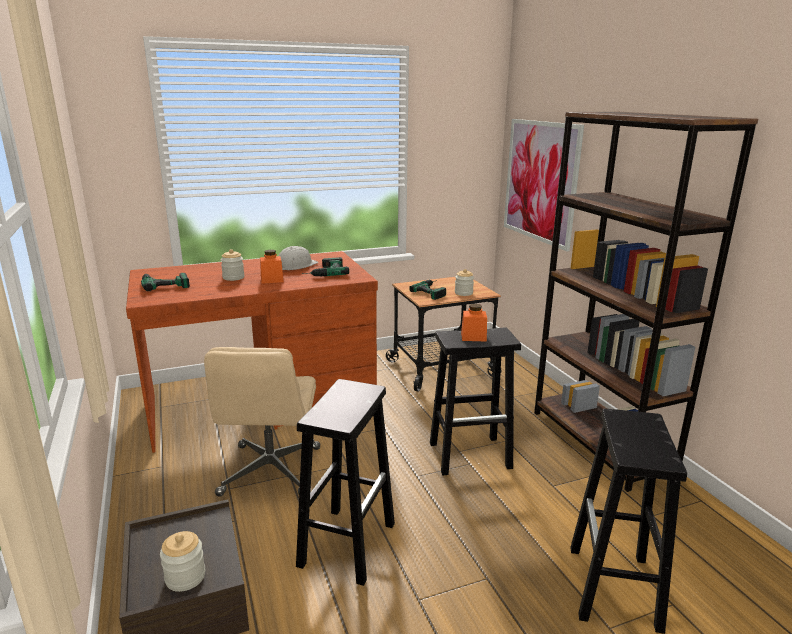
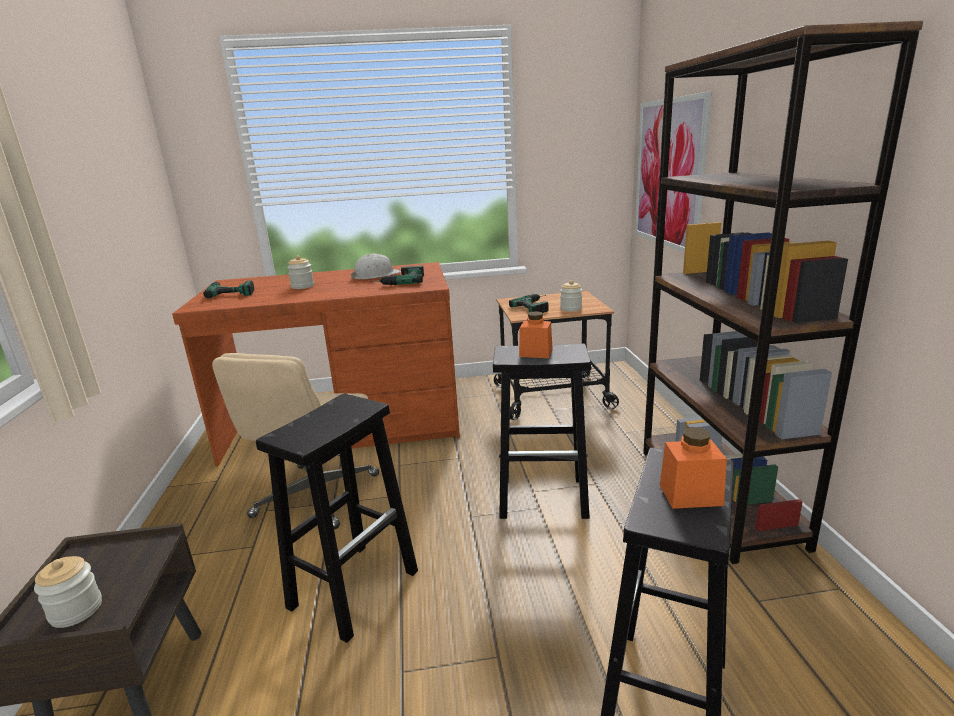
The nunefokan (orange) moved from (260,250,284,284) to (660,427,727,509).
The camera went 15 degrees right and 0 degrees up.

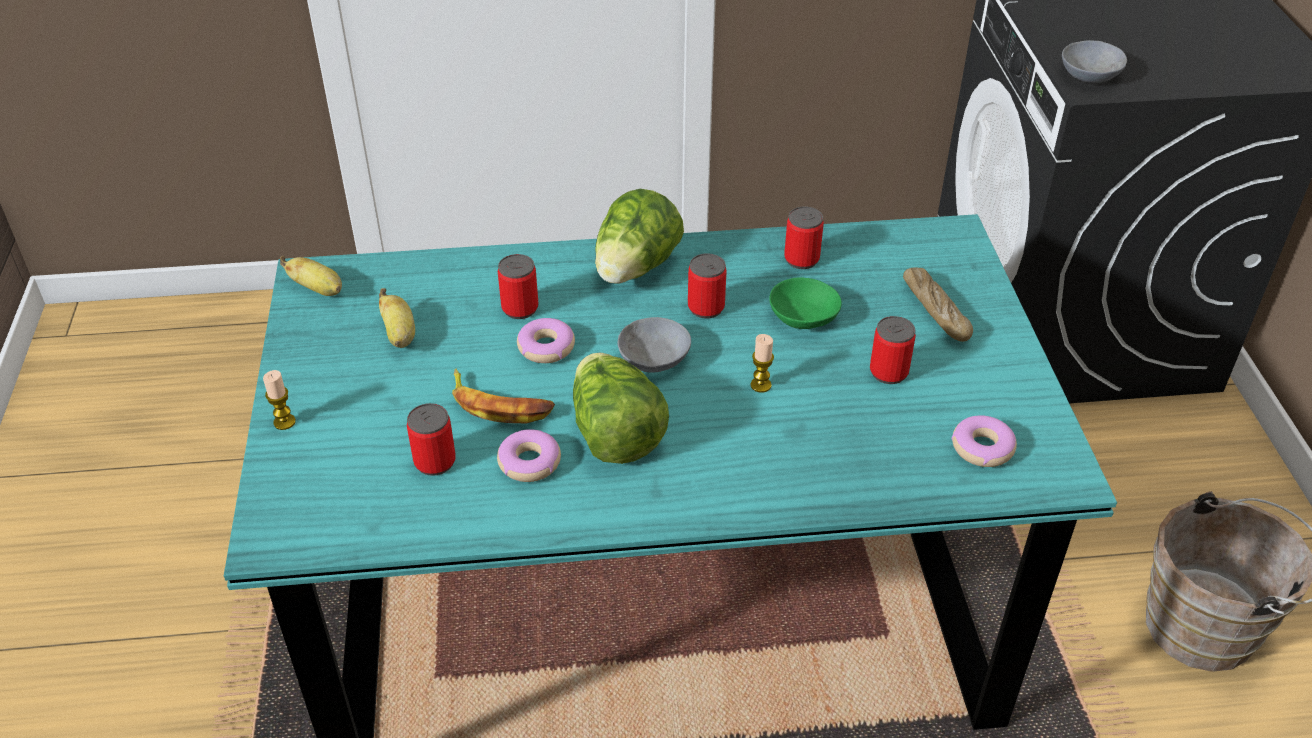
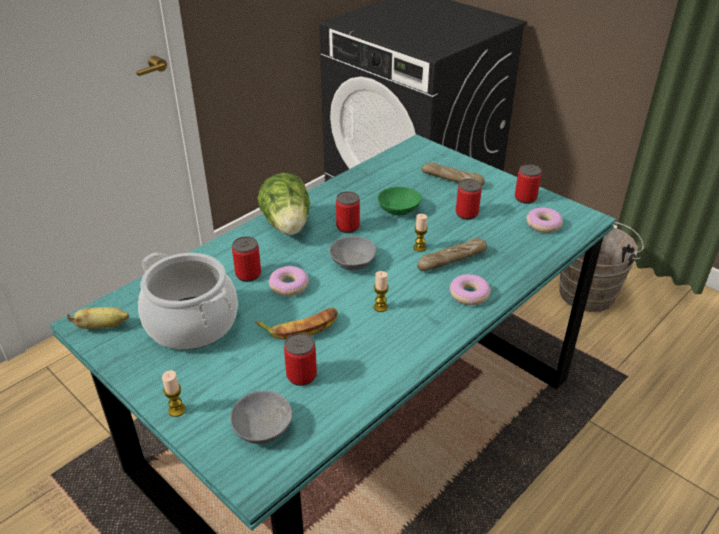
The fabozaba at (417,238,487,271) appeared.
The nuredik moved from (497,429,561,482) to (450,274,491,305).
The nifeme moved from (784,207,824,269) to (515,164,542,204).
The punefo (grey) moved from (1062,40,1127,83) to (230,390,293,444).
The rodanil at (379,288,415,348) was replaced by the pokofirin at (138,252,238,350).
The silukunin at (573,353,669,464) was replaced by the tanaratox at (374,271,389,312).
The camera went 40 degrees left and 5 degrees down.

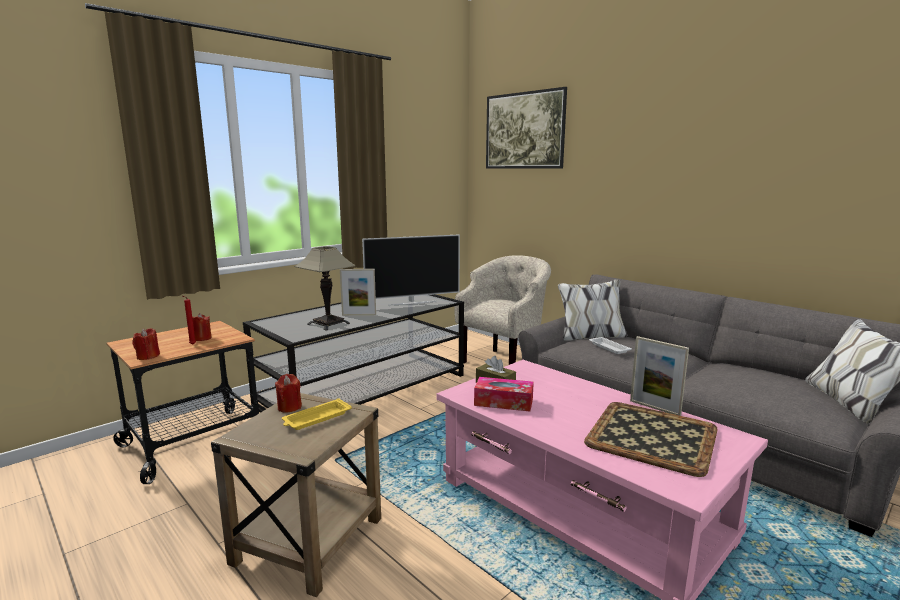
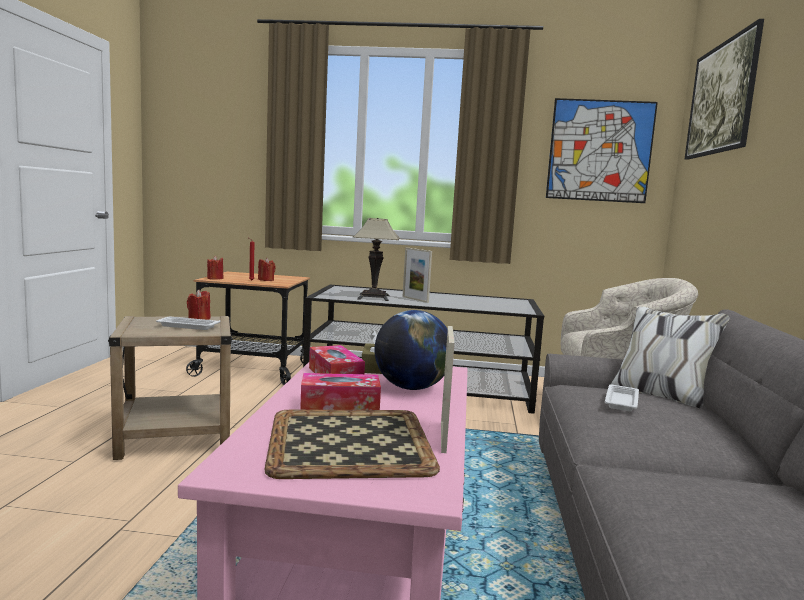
The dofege at (362,234,460,306) disappeared.
The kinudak at (300,373,381,410) appeared.
The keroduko at (374,310,448,390) appeared.
The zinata at (546,98,658,203) appeared.
The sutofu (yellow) at (282,398,352,430) became the sutofu (white) at (156,317,220,330).
The camera went 50 degrees right and 5 degrees down.

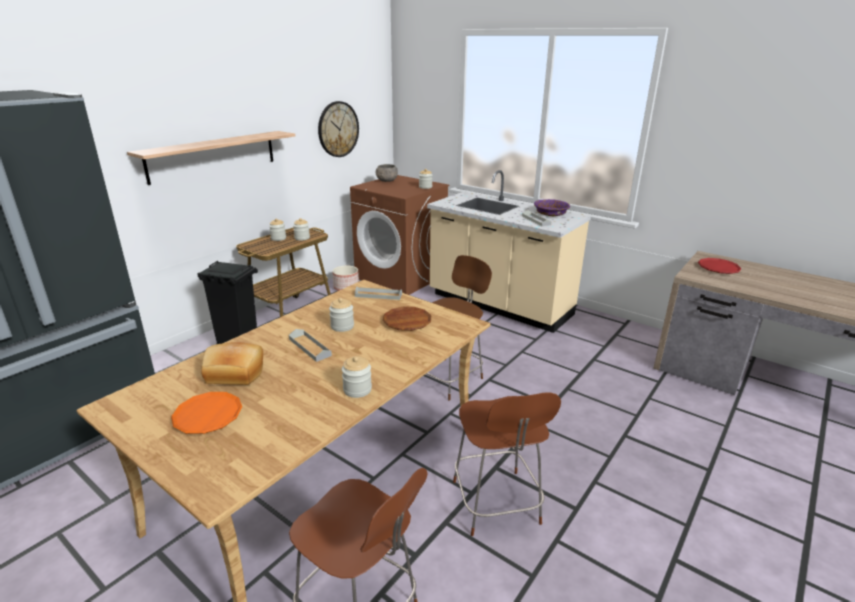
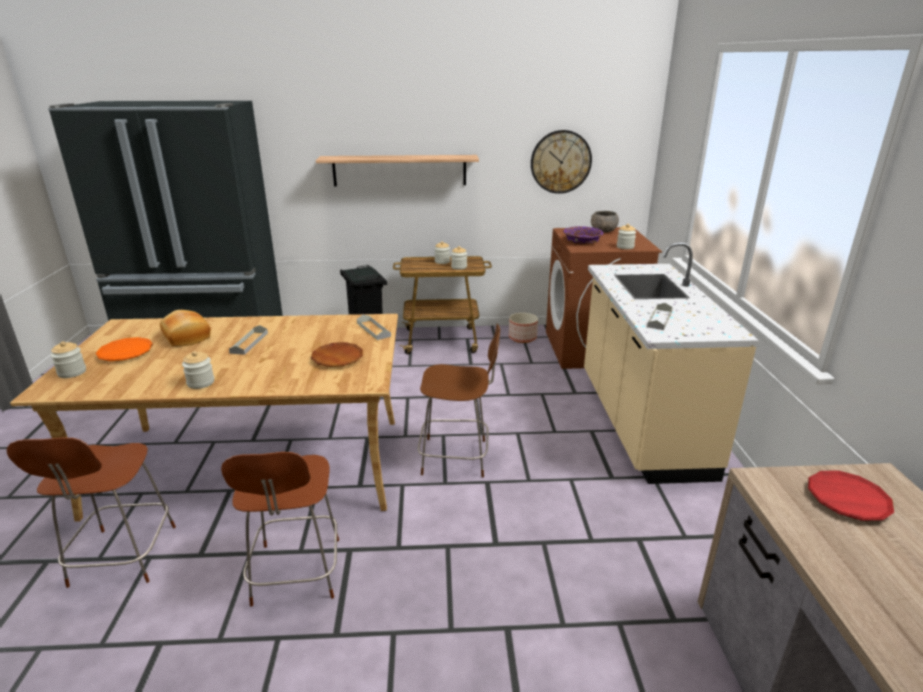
The nunefokan moved from (329,298,354,332) to (51,341,86,378).
The punefo (purple) moved from (534,199,570,216) to (563,226,603,245).
The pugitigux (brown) at (453,392,561,536) turned 45 degrees counterclockwise.
The camera went 50 degrees right and 0 degrees up.

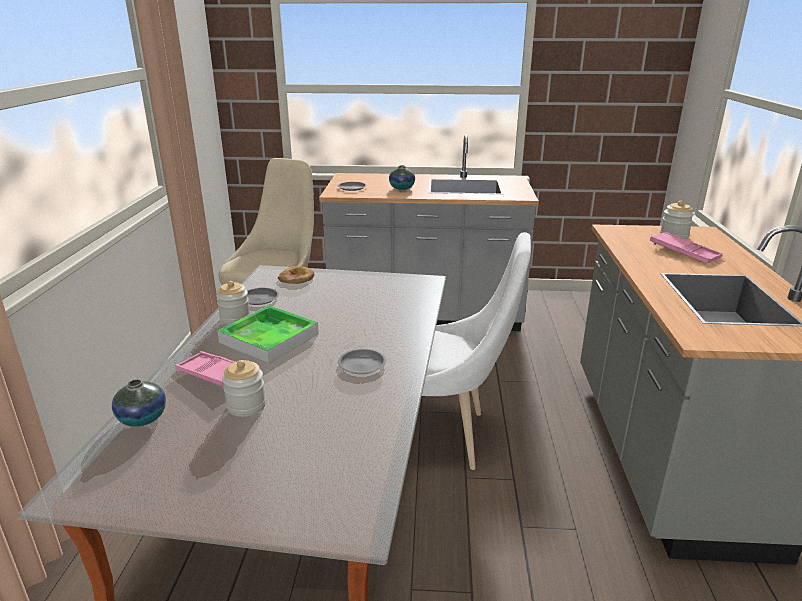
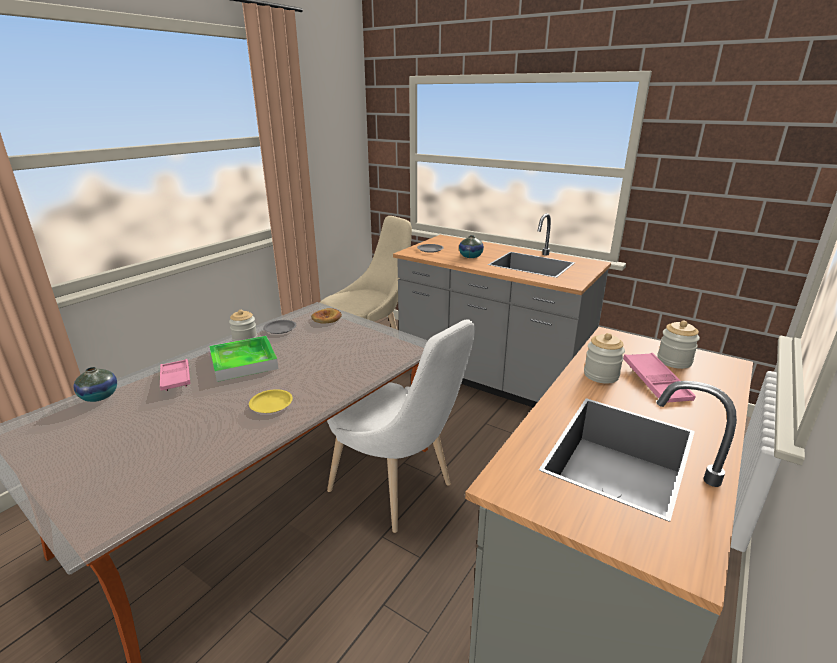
The nunefokan moved from (222,360,266,417) to (584,333,625,384).
The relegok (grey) at (338,349,386,374) became the relegok (yellow) at (249,389,293,413).
The camera went 30 degrees right and 0 degrees up.

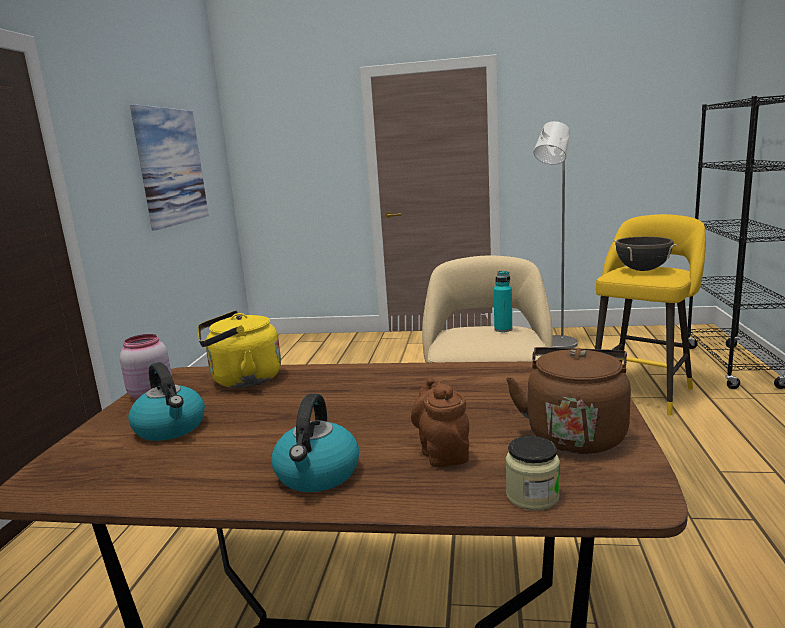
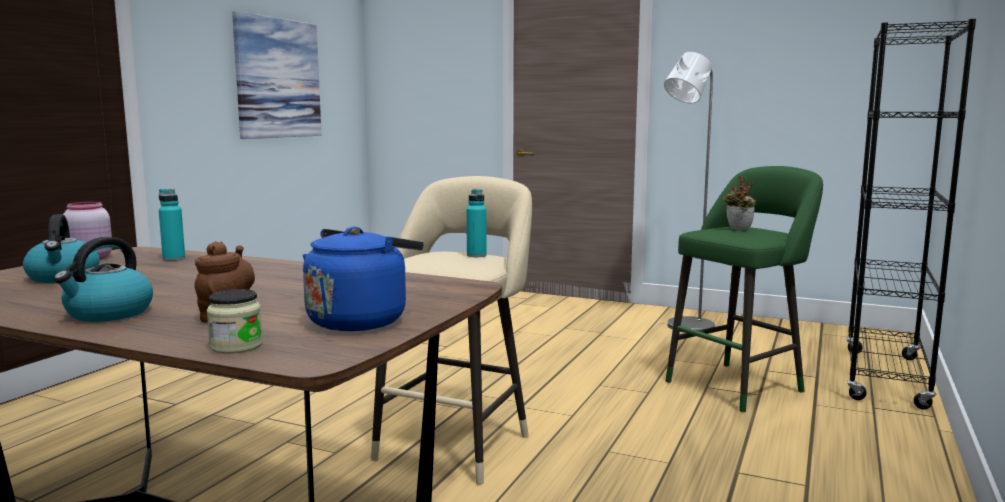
The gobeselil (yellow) at (198,311,281,388) was replaced by the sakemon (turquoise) at (159,189,185,261).
The pokofirin (black) at (613,237,678,271) was replaced by the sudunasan at (723,176,756,230).
The gobeselil (brown) at (506,347,631,454) became the gobeselil (blue) at (303,227,423,331).
The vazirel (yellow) at (595,214,706,416) became the vazirel (green) at (665,166,823,412).
The camera went 15 degrees right and 5 degrees down.

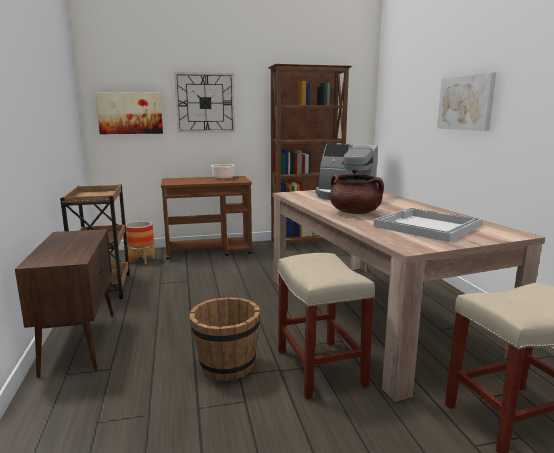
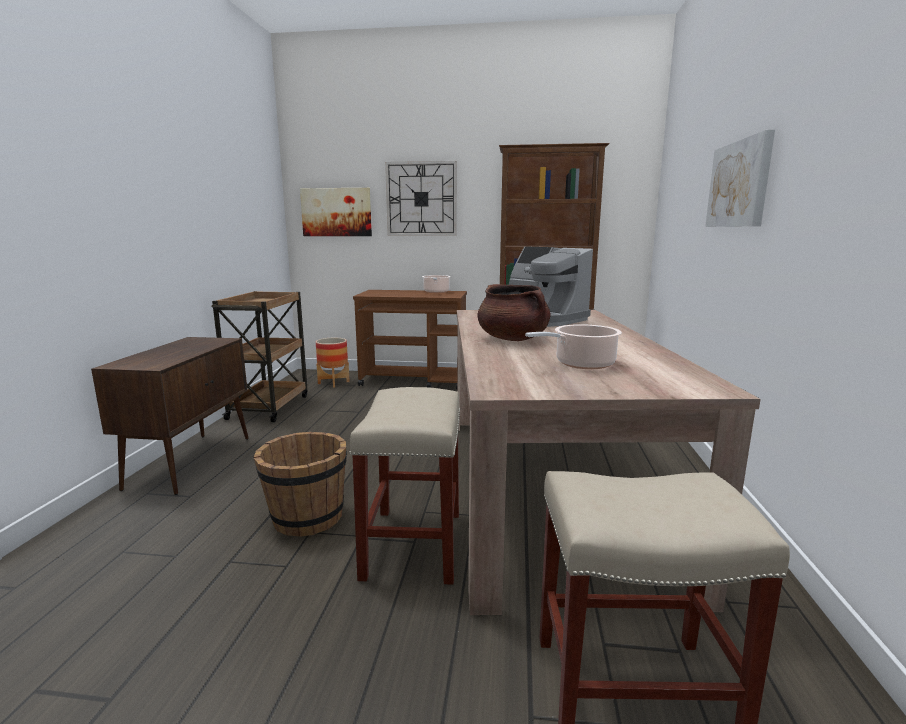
The sutofu (white) at (373,208,482,242) was replaced by the pokofirin at (525,324,622,369).
The camera went 20 degrees right and 0 degrees up.

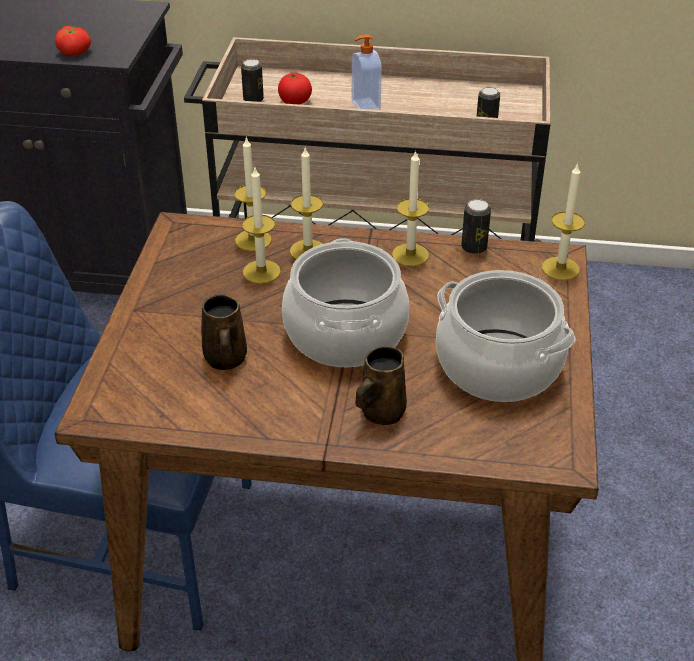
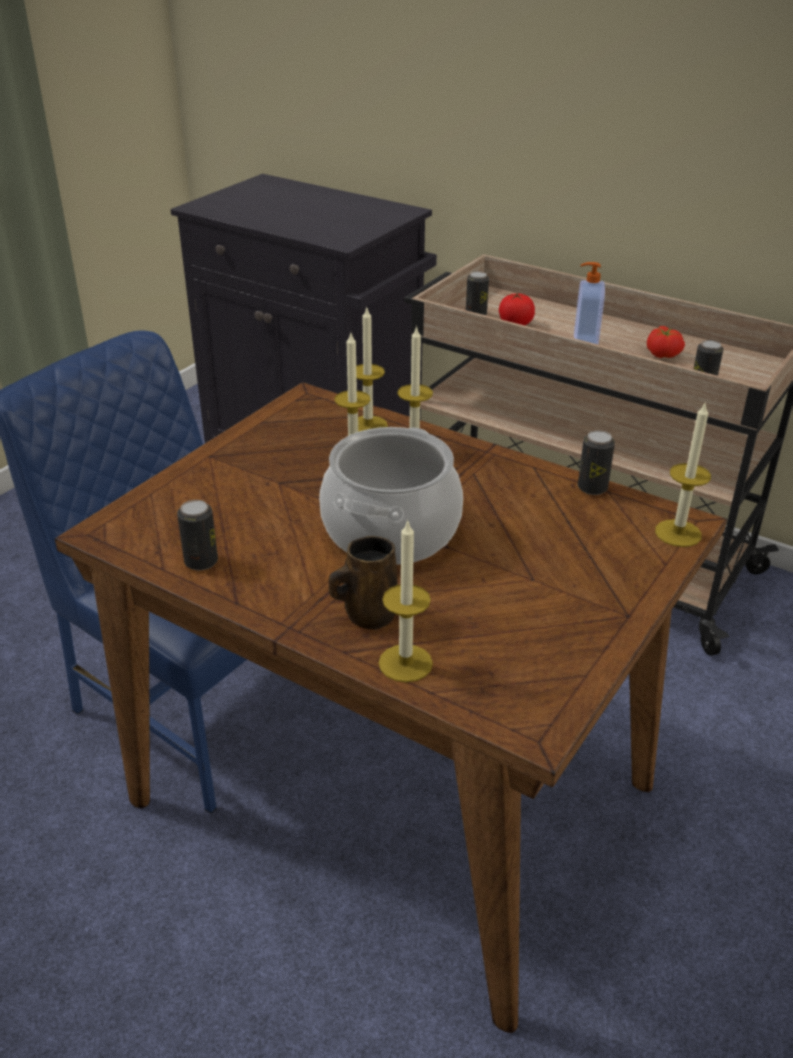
The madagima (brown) at (201,294,247,370) disappeared.
The pokofirin at (436,270,576,402) disappeared.
The nifeme at (177,500,218,570) appeared.
The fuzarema moved from (55,26,91,56) to (647,326,685,358).
The tanaratox moved from (392,150,429,266) to (379,519,433,682).
The camera went 25 degrees right and 5 degrees down.

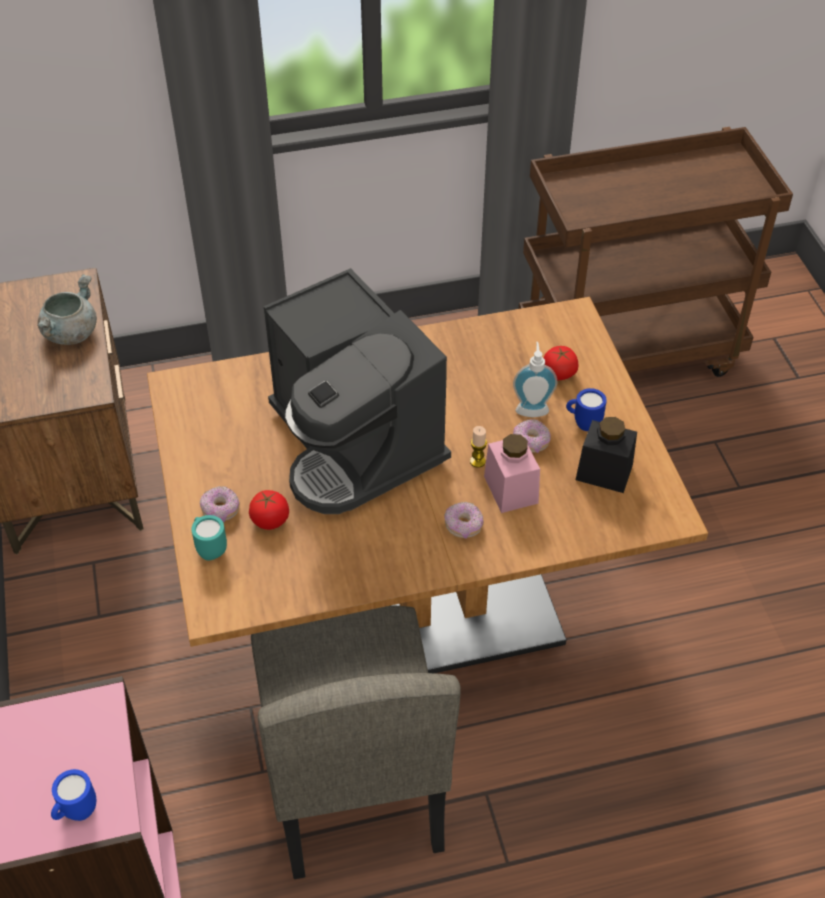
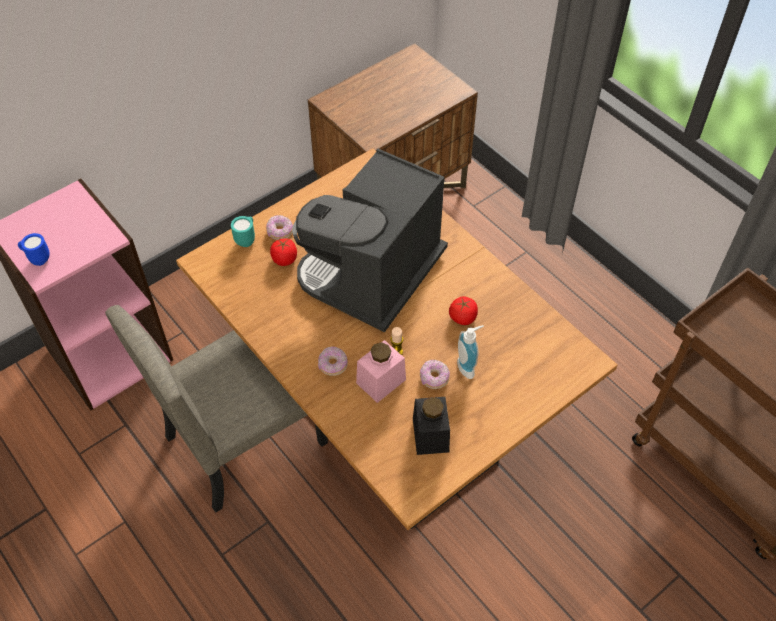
The pokofirin (grey) at (37,274,97,345) disappeared.
The madagima (blue) at (566,388,607,431) disappeared.
The fuzarema moved from (544,346,578,380) to (449,296,478,325).
The camera went 65 degrees right and 5 degrees up.

